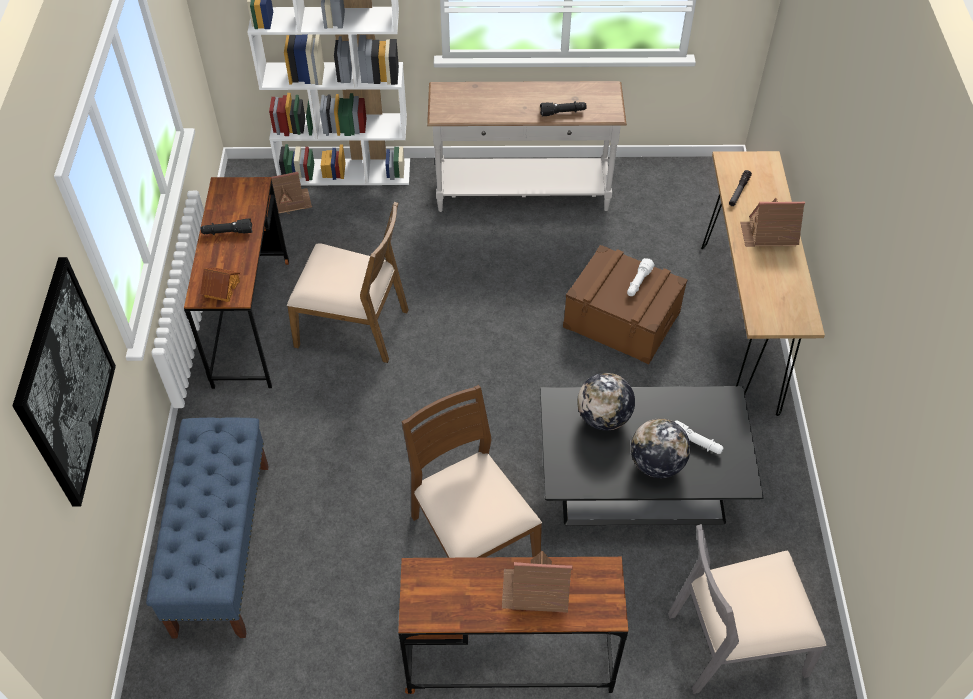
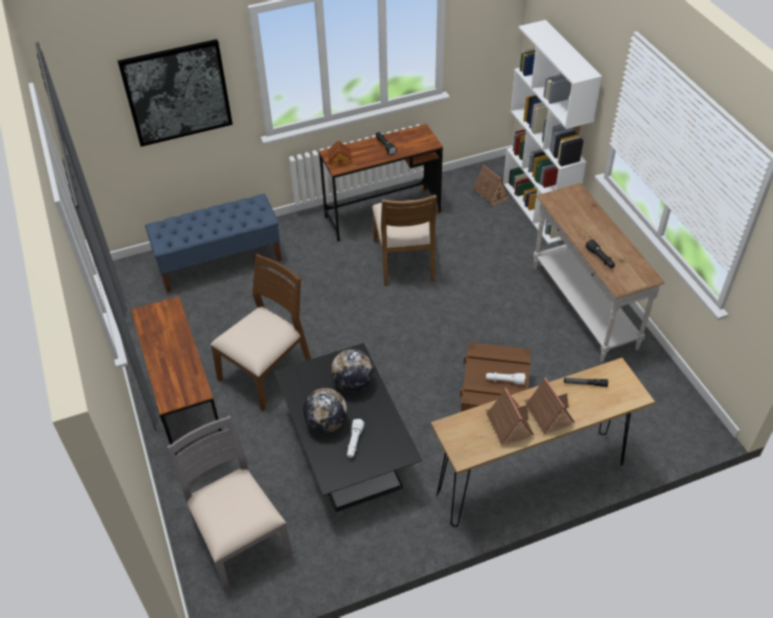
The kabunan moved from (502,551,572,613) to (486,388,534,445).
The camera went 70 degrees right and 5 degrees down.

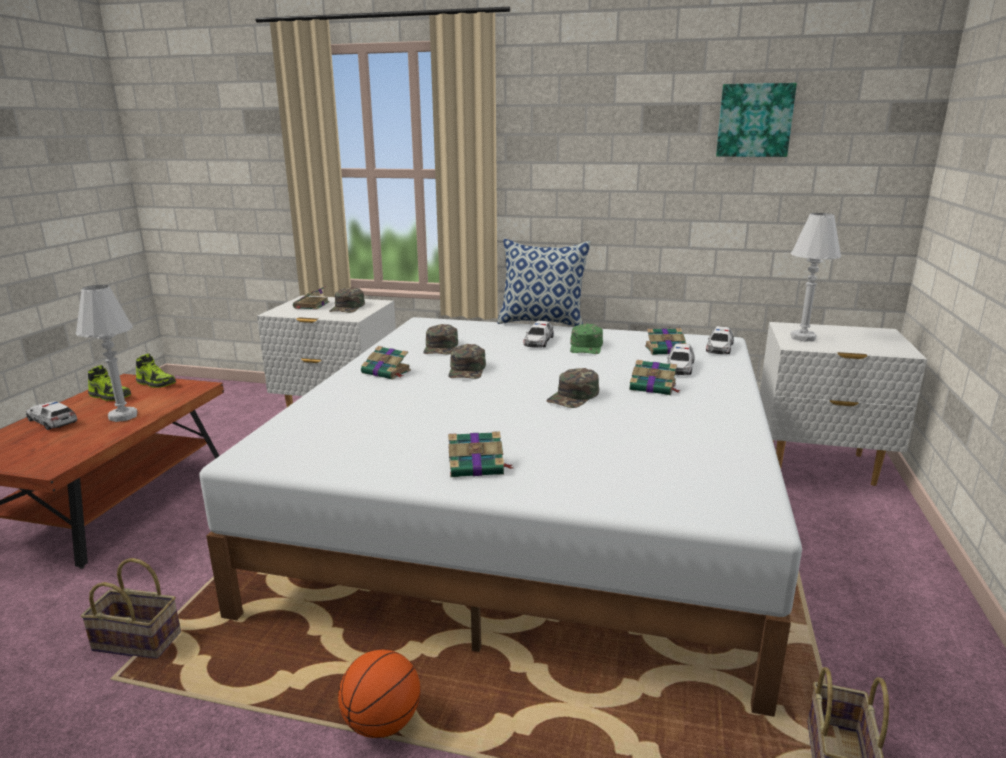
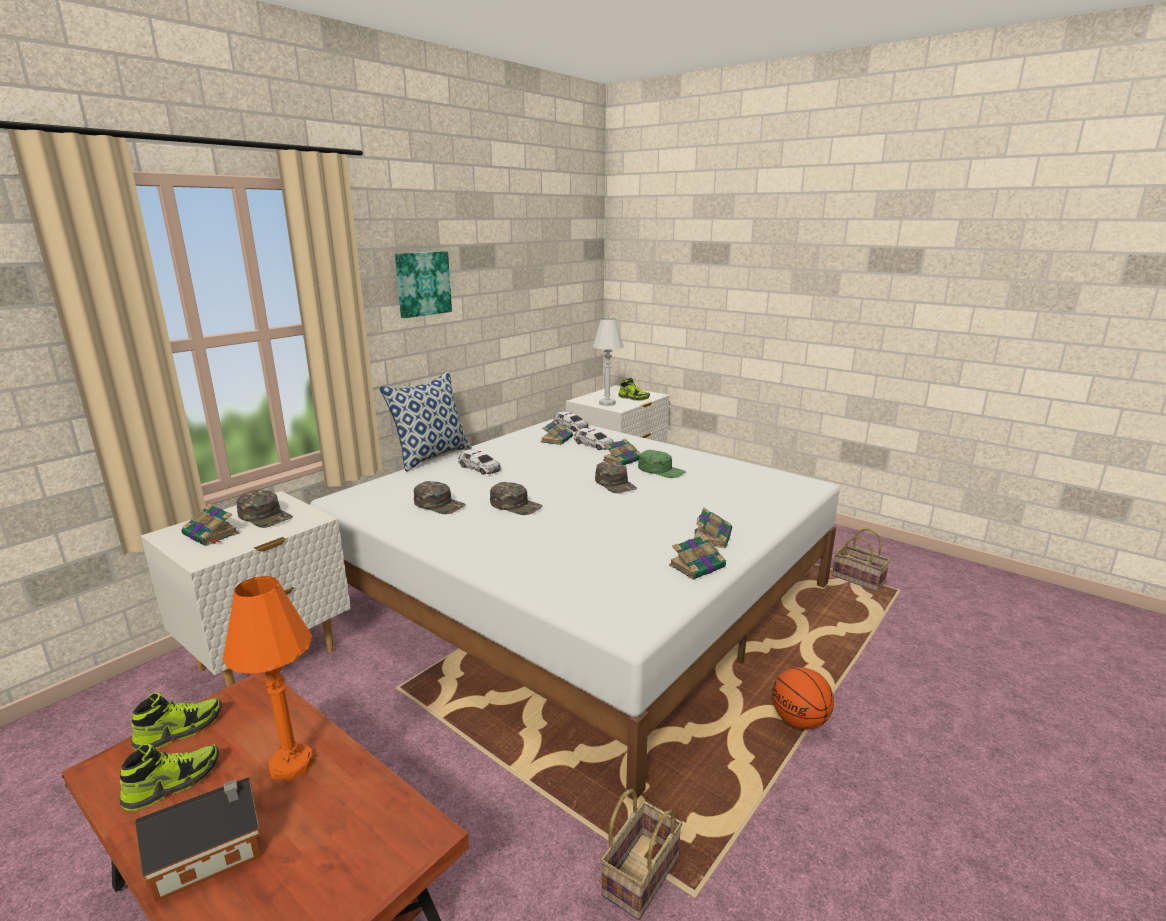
The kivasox at (619,377,650,401) appeared.
The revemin moved from (361,346,411,380) to (669,534,727,580).
The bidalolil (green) moved from (570,323,603,354) to (638,450,686,478).
The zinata moved from (716,83,797,157) to (395,251,452,318).
The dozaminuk at (26,401,77,430) was replaced by the kabunan at (135,777,261,902).
The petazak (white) at (76,285,137,422) became the petazak (orange) at (222,576,314,781).
The camera went 65 degrees left and 0 degrees up.

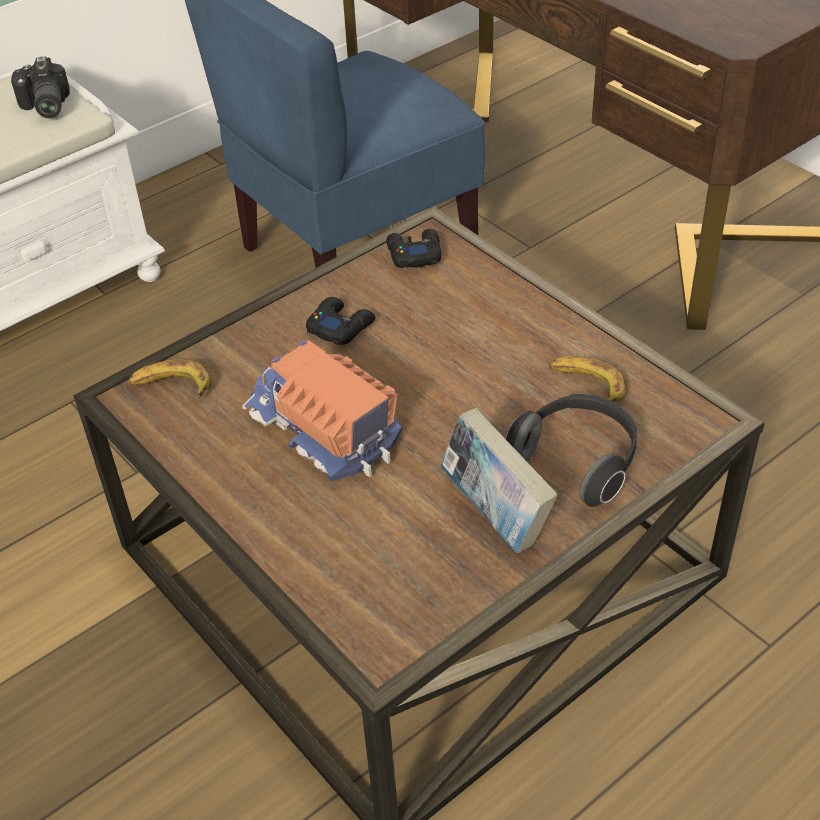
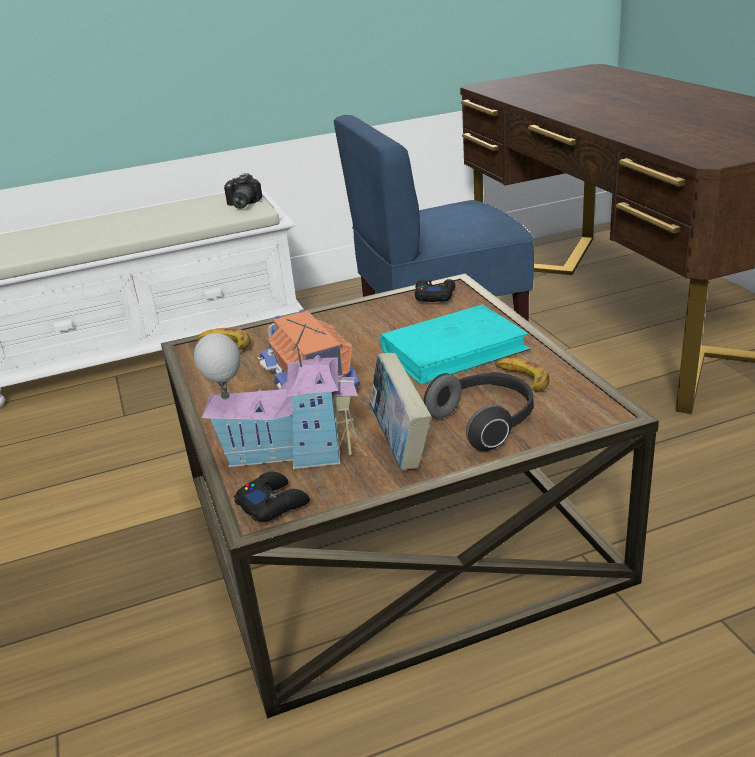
The kabunan at (194,319,358,469) appeared.
The revemin (turquoise) at (380,305,531,385) appeared.
The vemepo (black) moved from (306,297,375,345) to (234,472,310,522).
The camera went 20 degrees right and 15 degrees down.

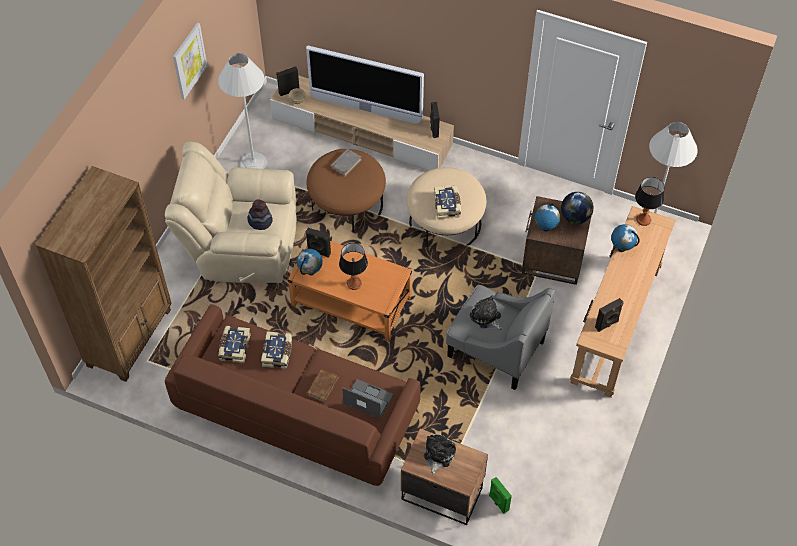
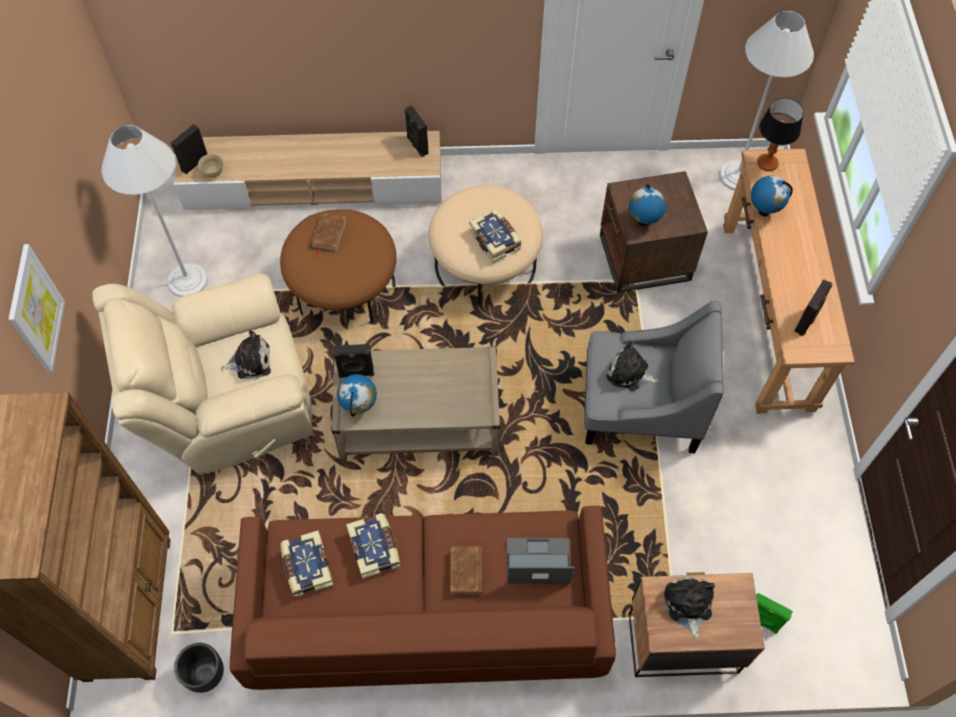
The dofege at (306,46,424,124) disappeared.
The petazak at (339,243,368,290) disappeared.
The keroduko at (561,192,594,224) disappeared.
The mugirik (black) at (174,643,224,693) appeared.
The zinata moved from (173,23,207,100) to (8,244,65,372).
The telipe at (247,199,273,230) was replaced by the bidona at (221,330,271,379).
The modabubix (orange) at (288,241,412,341) became the modabubix (beige) at (331,346,501,461).
The revemin (grey) at (331,149,361,176) became the revemin (brown) at (310,212,348,255).
The camera went 25 degrees left and 5 degrees up.

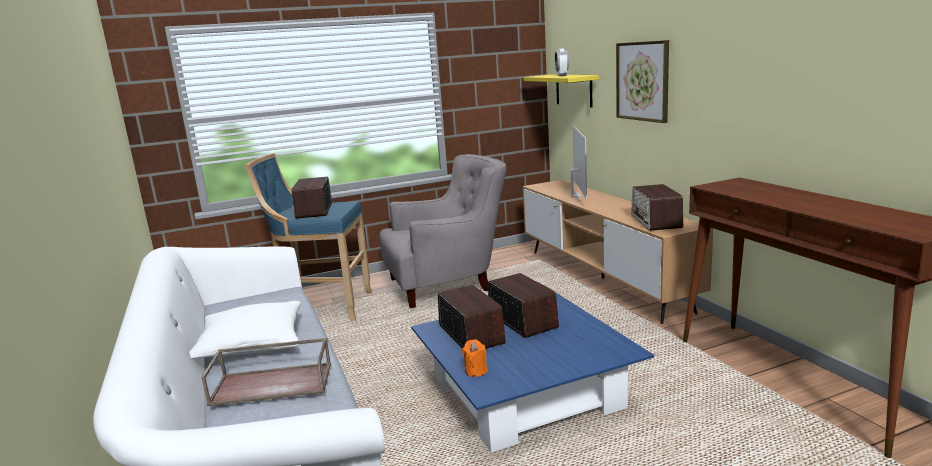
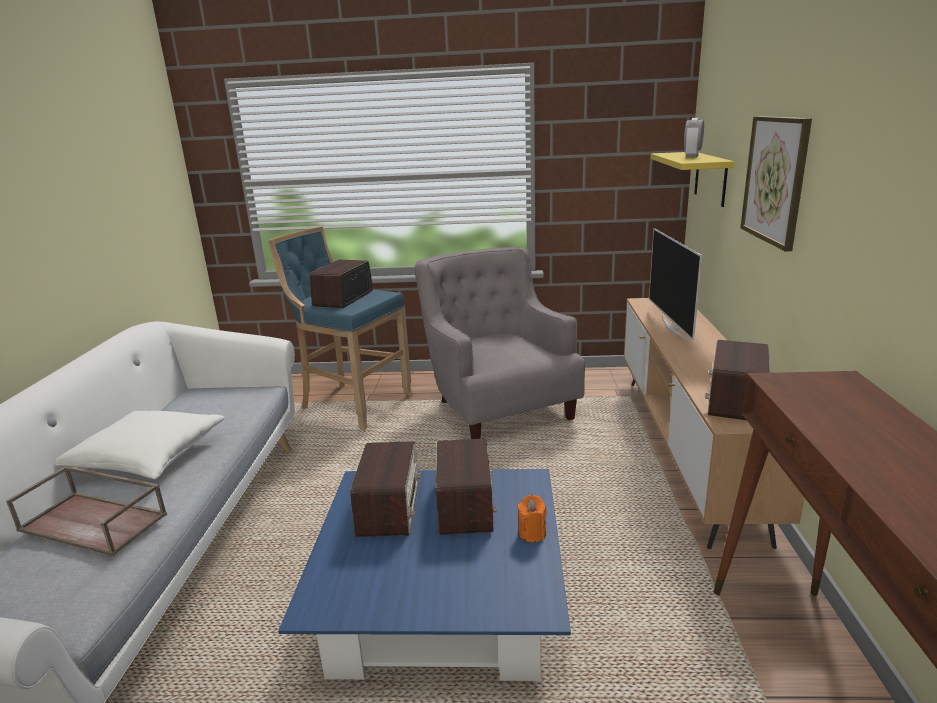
The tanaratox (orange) moved from (462,340,488,377) to (518,495,547,542).
The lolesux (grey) at (379,154,506,308) turned 120 degrees counterclockwise.
The dofege at (570,125,587,201) turned 150 degrees clockwise.
The camera went 25 degrees right and 5 degrees up.

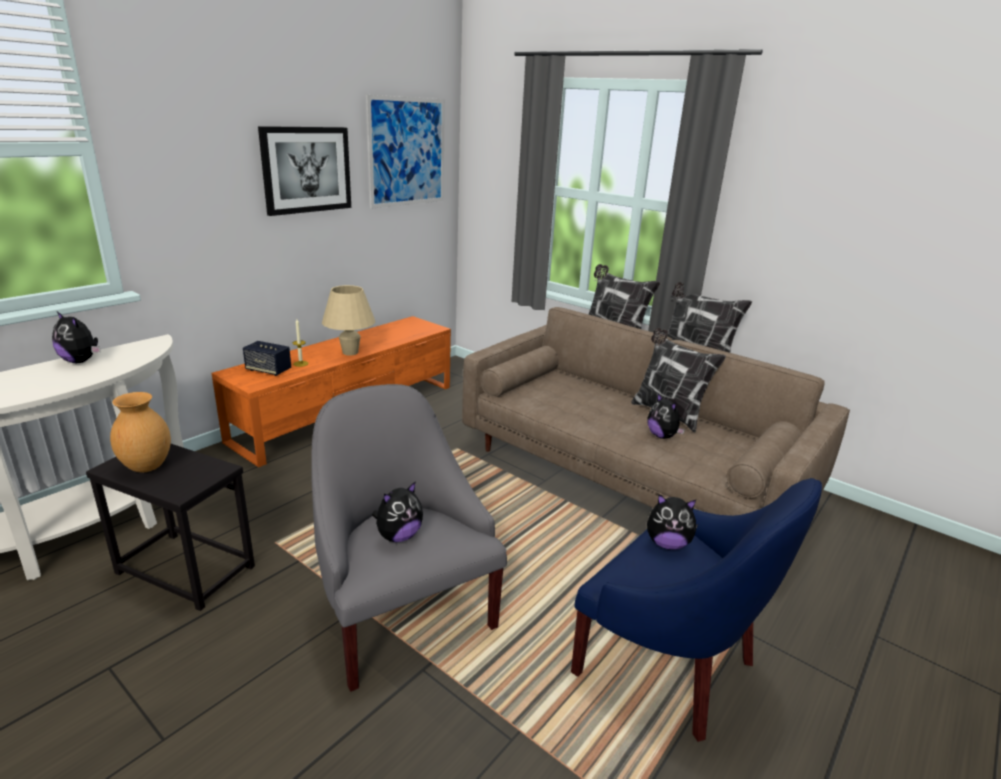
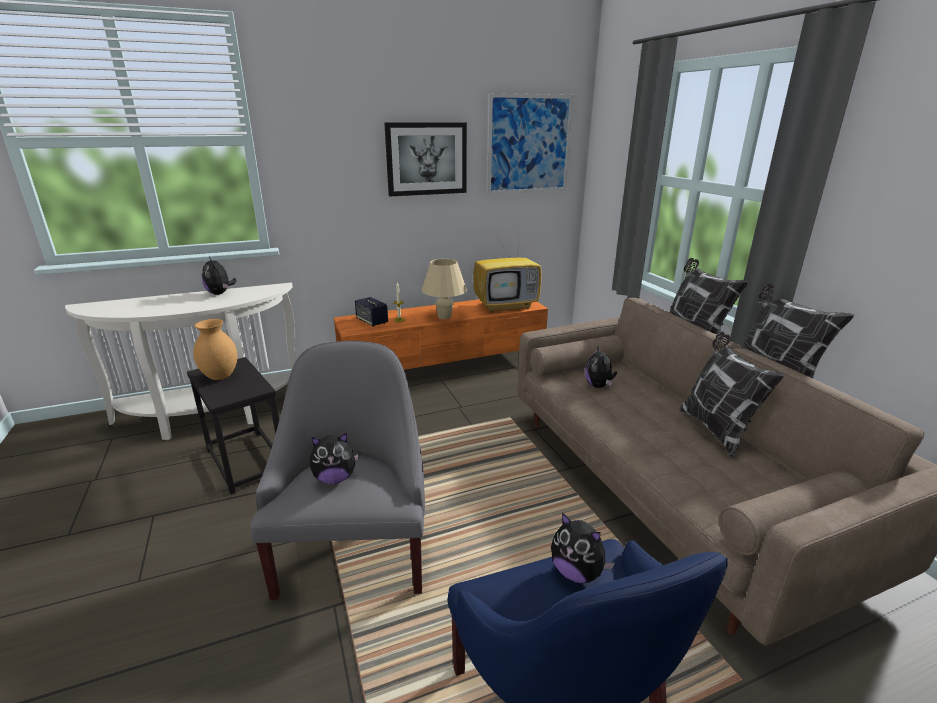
The dofege at (473,237,542,313) appeared.
The bidona moved from (647,393,685,439) to (585,346,617,388).
The camera went 30 degrees right and 0 degrees up.

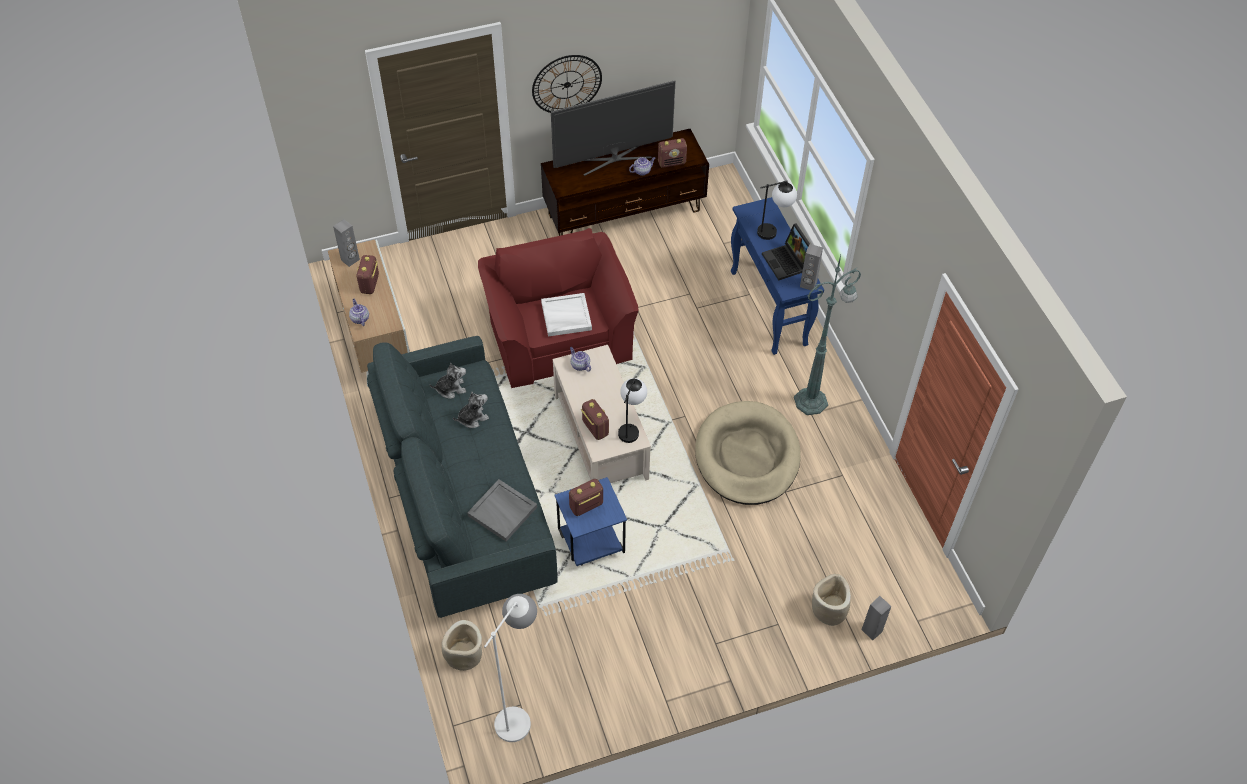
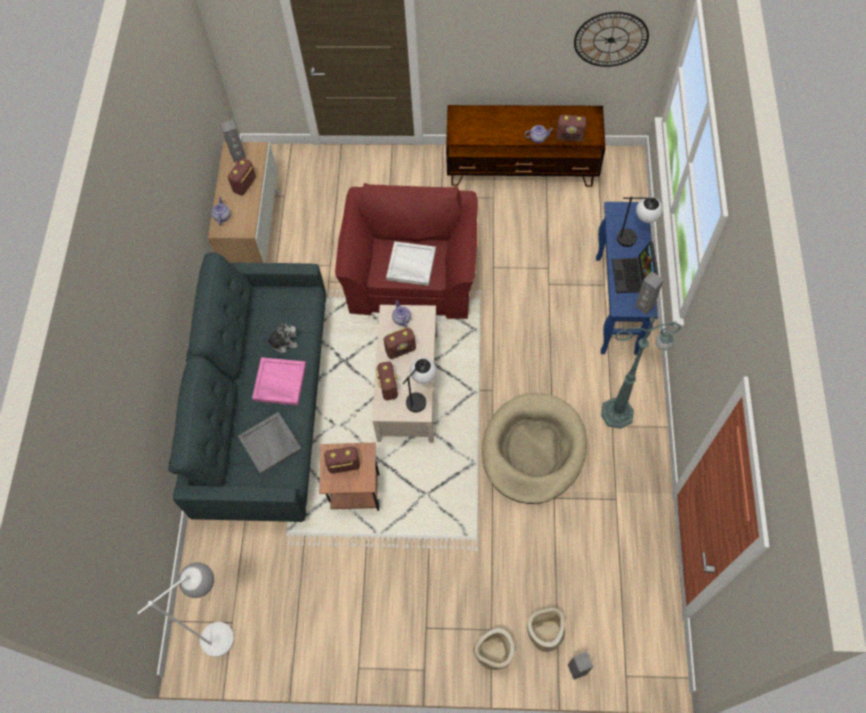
The bidona at (429,363,466,398) disappeared.
The dofege at (551,80,675,176) disappeared.
The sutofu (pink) at (252,357,306,405) appeared.
The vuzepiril at (383,327,416,359) appeared.
The mugirik (beige) moved from (442,620,482,671) to (473,628,514,670).
The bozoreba moved from (532,55,602,113) to (574,12,649,67).
The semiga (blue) at (555,477,627,566) became the semiga (brown) at (319,443,379,511).
The camera went 25 degrees right and 10 degrees up.

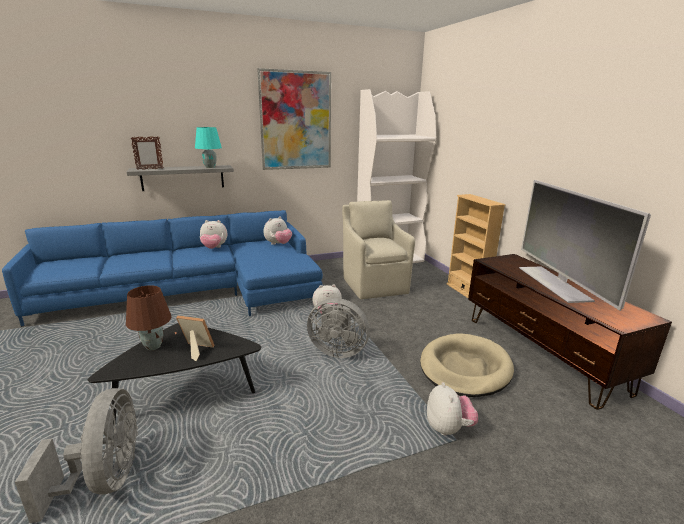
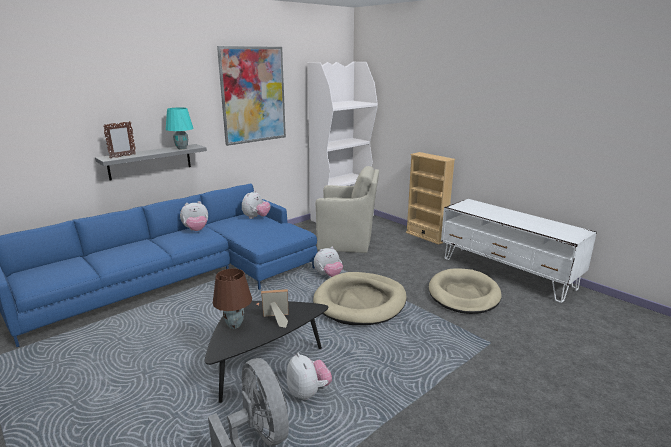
The dofege at (519,180,651,311) disappeared.
The bidona moved from (427,382,478,436) to (287,352,332,400).
The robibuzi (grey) at (307,298,370,358) was replaced by the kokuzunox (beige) at (313,272,406,325).
The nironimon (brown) at (468,254,672,410) became the nironimon (white) at (441,199,597,303).
The lolesux (beige) at (342,200,415,299) turned 135 degrees clockwise.
The camera went 20 degrees left and 0 degrees up.

